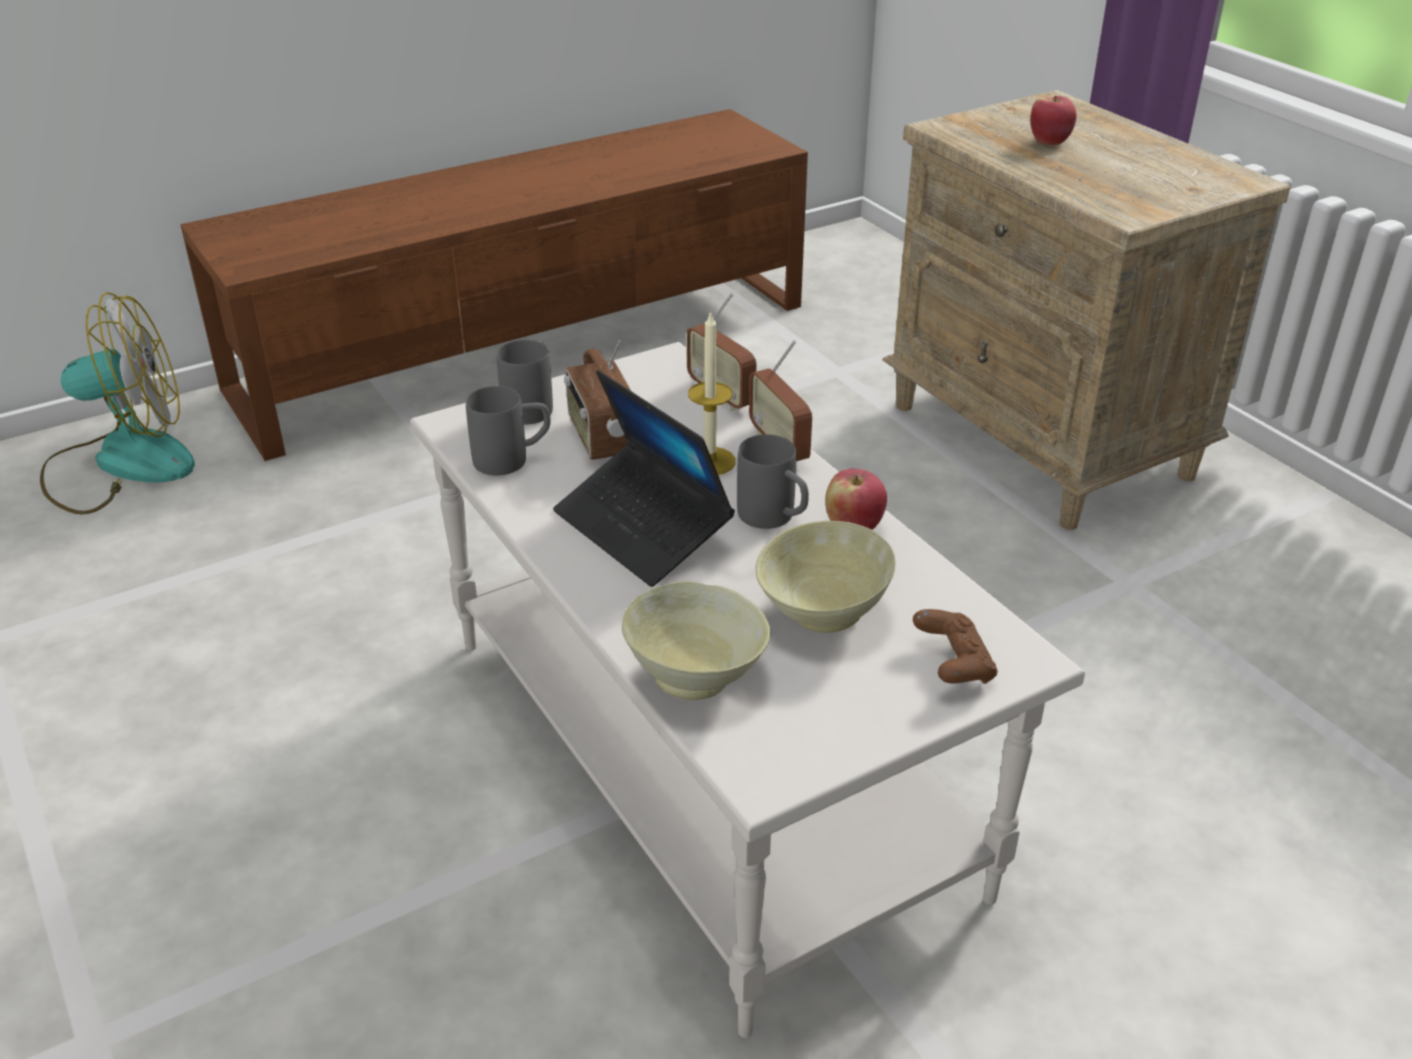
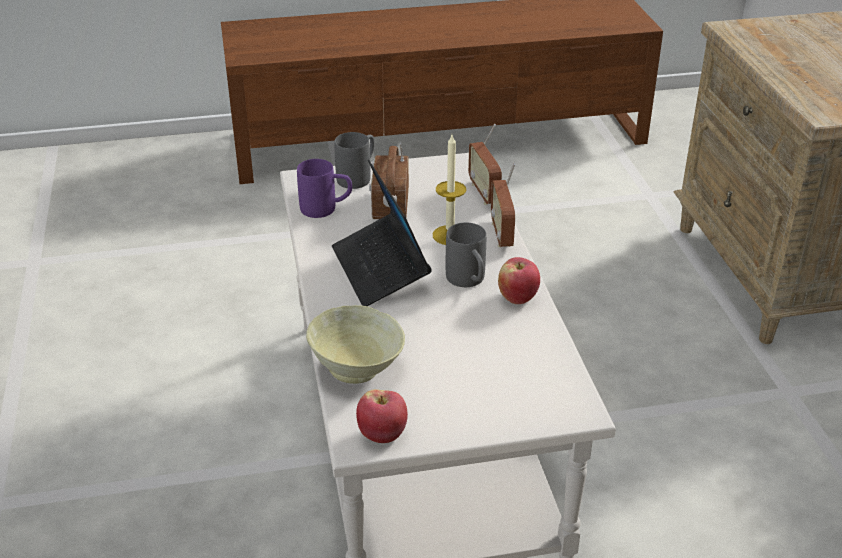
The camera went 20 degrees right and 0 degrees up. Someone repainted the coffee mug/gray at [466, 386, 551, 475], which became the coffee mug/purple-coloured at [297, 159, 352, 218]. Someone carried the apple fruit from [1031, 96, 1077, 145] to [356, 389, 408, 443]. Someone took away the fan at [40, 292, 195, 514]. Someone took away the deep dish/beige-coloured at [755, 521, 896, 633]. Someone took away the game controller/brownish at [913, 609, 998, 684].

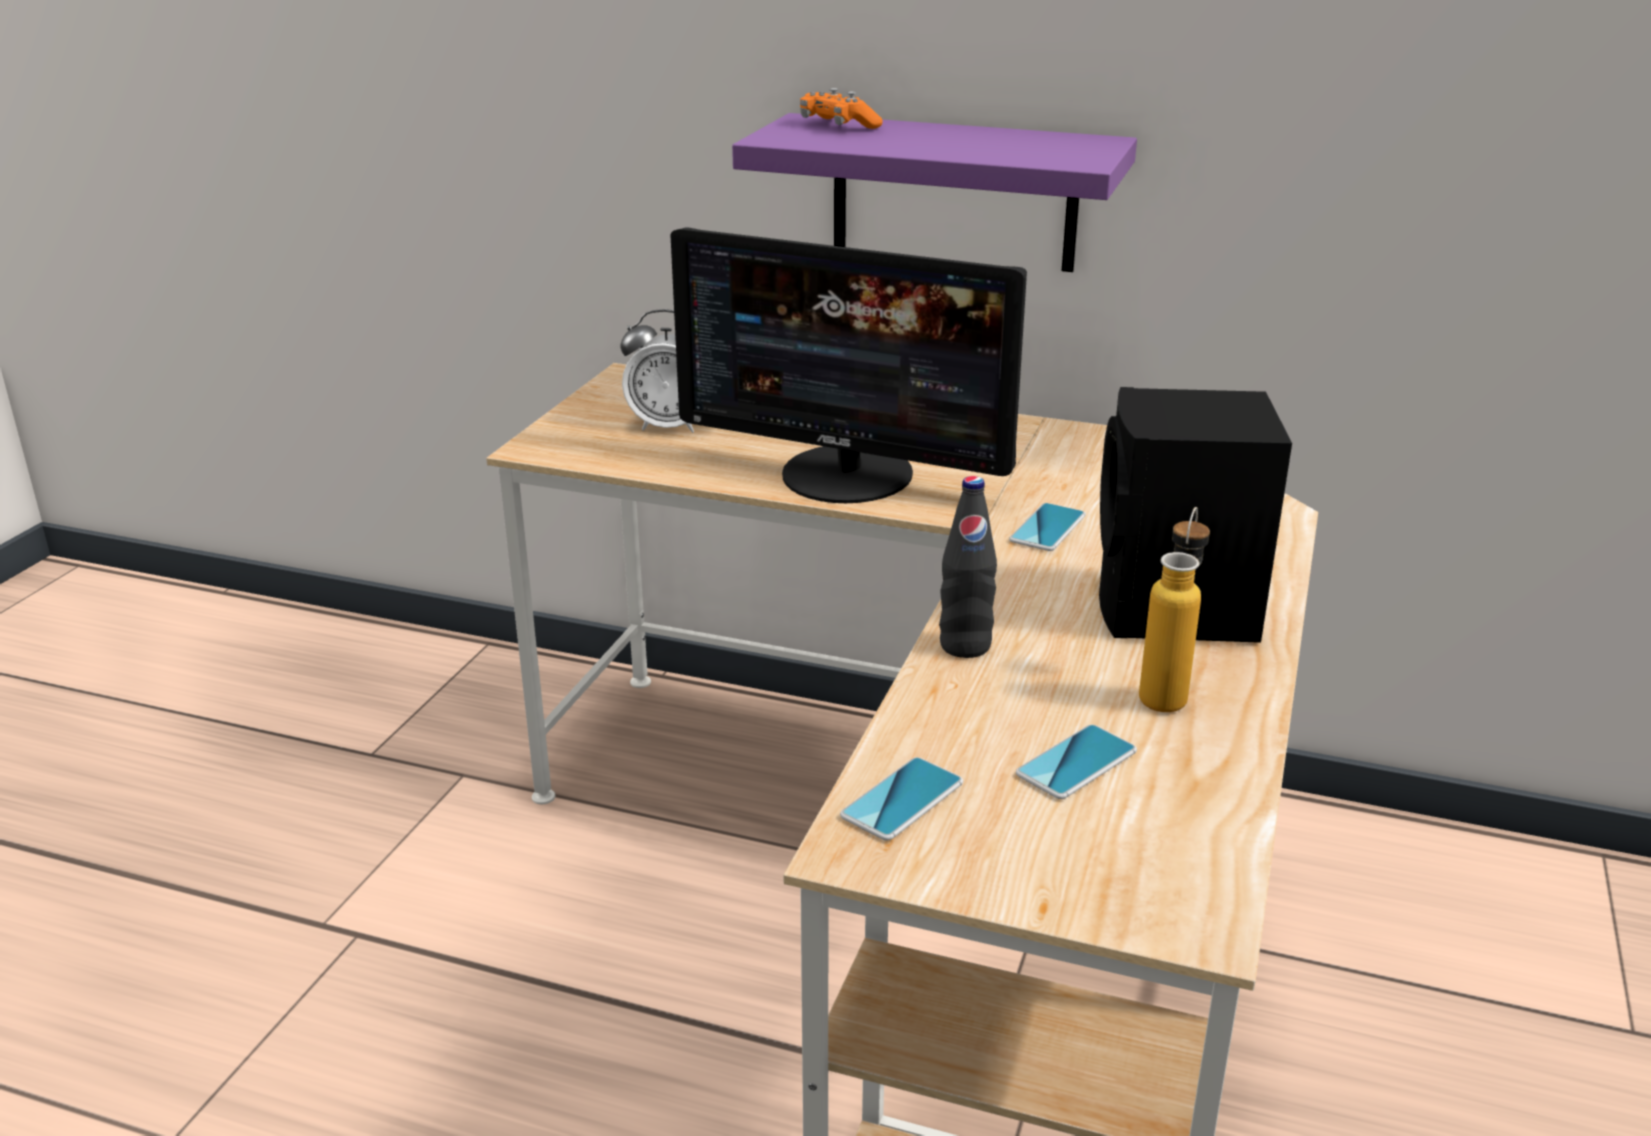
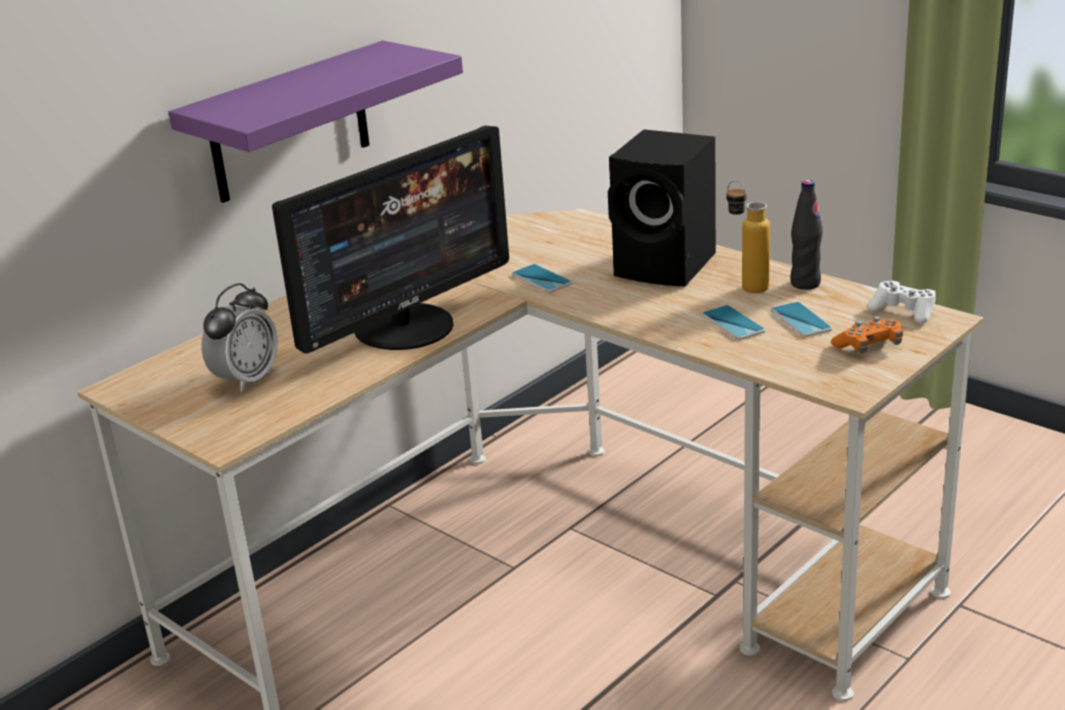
The camera went 65 degrees left and 0 degrees up. Someone carried the phone from [840, 757, 963, 840] to [702, 305, 766, 340]. Someone carried the beverage bottle/black from [939, 476, 997, 658] to [790, 180, 823, 290]. Someone carried the game controller/orangey from [800, 88, 883, 129] to [831, 316, 903, 354]. Someone put down the game controller/whitish at [867, 281, 936, 324].

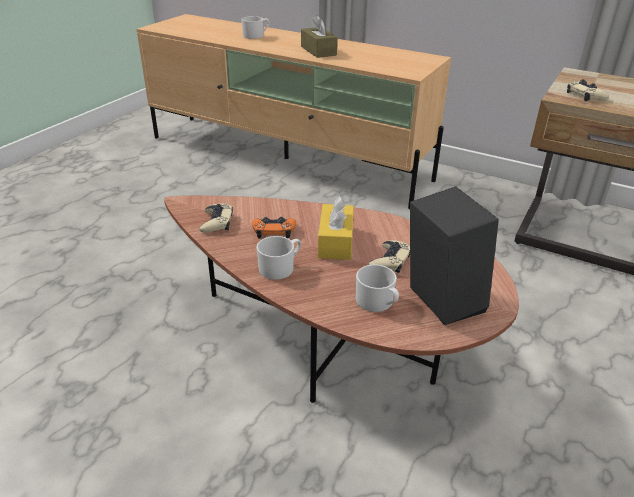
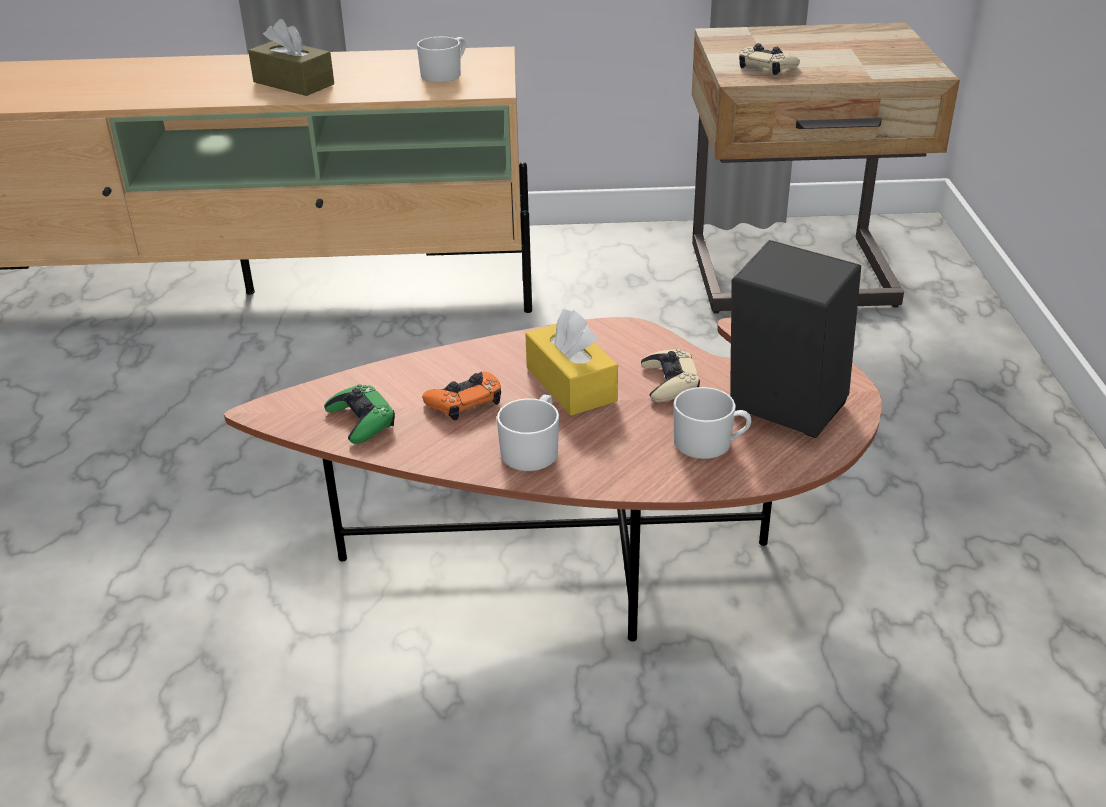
The camera went 30 degrees left and 0 degrees up. Someone repainted the game controller/beige-coloured at [199, 203, 233, 233], which became the game controller/greenish at [324, 384, 395, 444]. Someone carried the coffee mug/whitish from [241, 16, 270, 39] to [417, 37, 466, 82].

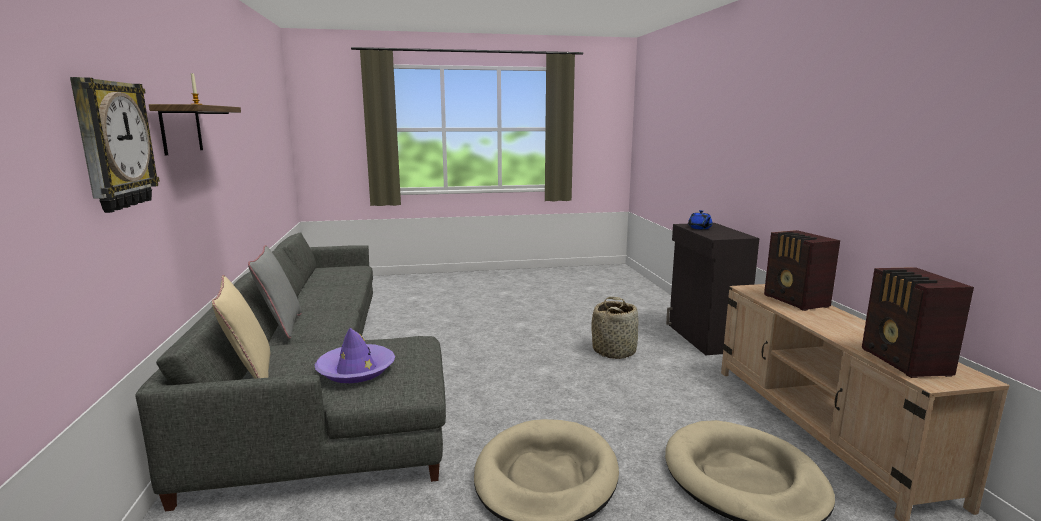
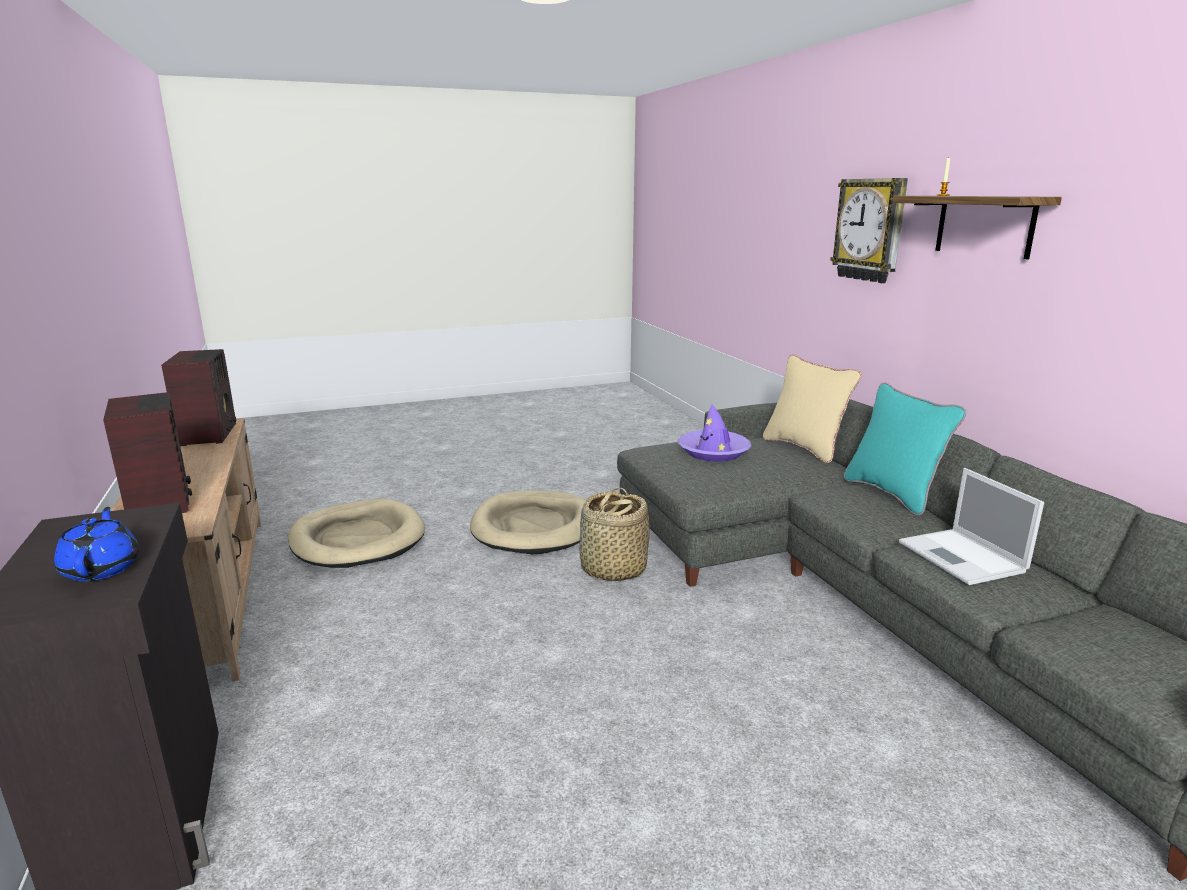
The camera went 170 degrees right and 5 degrees up. Someone carried the household basket from [592, 297, 639, 359] to [579, 488, 650, 581]. Someone repainted the throw pillow/gray at [248, 245, 302, 339], which became the throw pillow/turquoise-coloured at [844, 382, 966, 516]. Someone put down the laptop at [899, 468, 1044, 585].

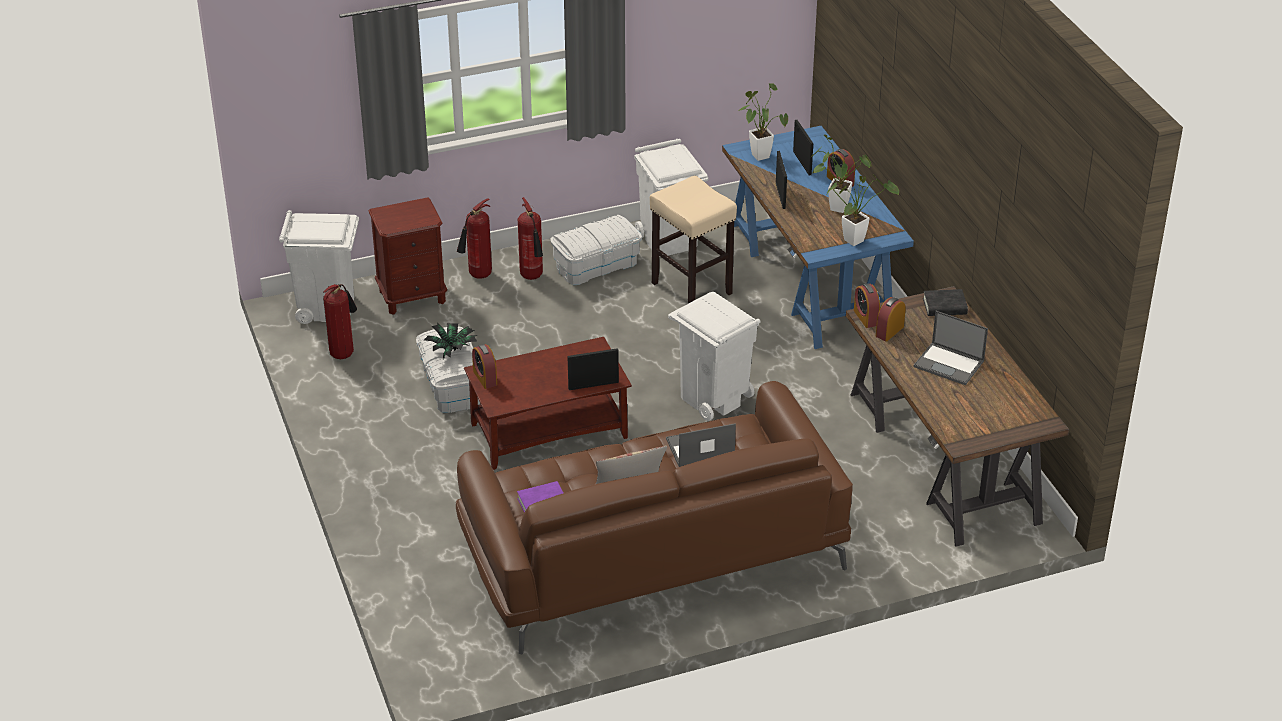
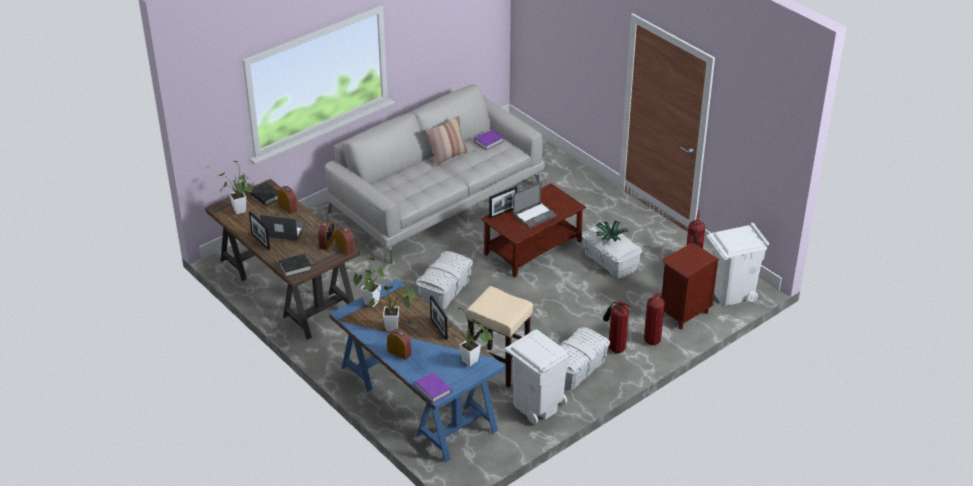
The camera went 160 degrees right and 0 degrees up. Someone put down the houseplant at [219, 161, 252, 214]. Someone carried the photo frame from [793, 120, 813, 176] to [249, 211, 270, 250]. Someone put down the book/black at [250, 182, 278, 206]. Someone carried the bedside clock from [472, 344, 497, 389] to [277, 186, 298, 214]. Someone repainted the sofa/brownish at [456, 381, 853, 654], which became the sofa/gray at [325, 84, 545, 264]. Someone put down the book/purple-coloured at [415, 372, 452, 403]. Someone swapped the waste bin/whitish at [668, 292, 761, 421] for the storage box/whitish at [416, 251, 473, 310]. Someone carried the laptop from [666, 423, 736, 467] to [513, 182, 557, 228].

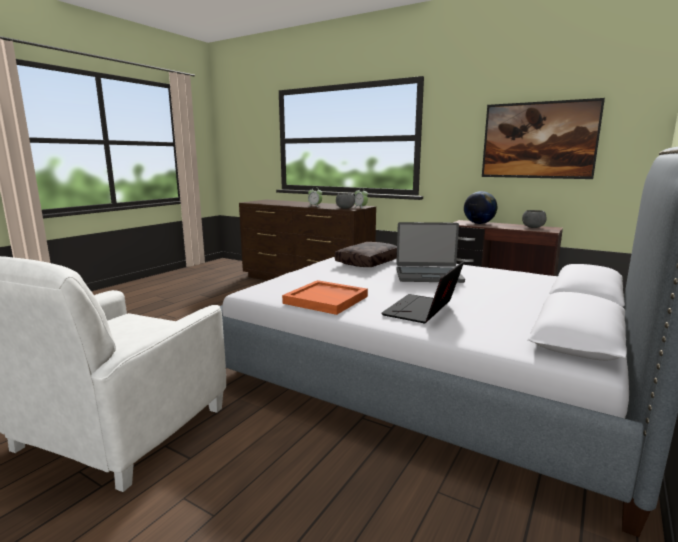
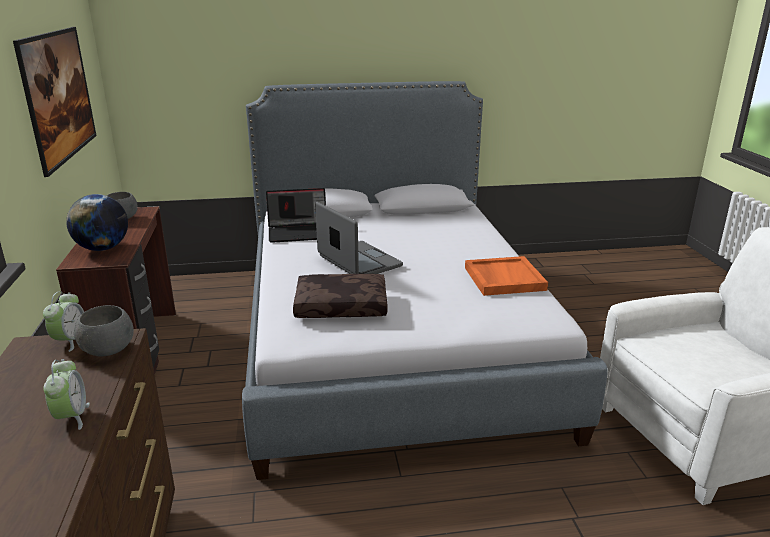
The camera went 130 degrees left and 10 degrees up. Someone carried the laptop from [381, 261, 464, 323] to [266, 188, 326, 243].

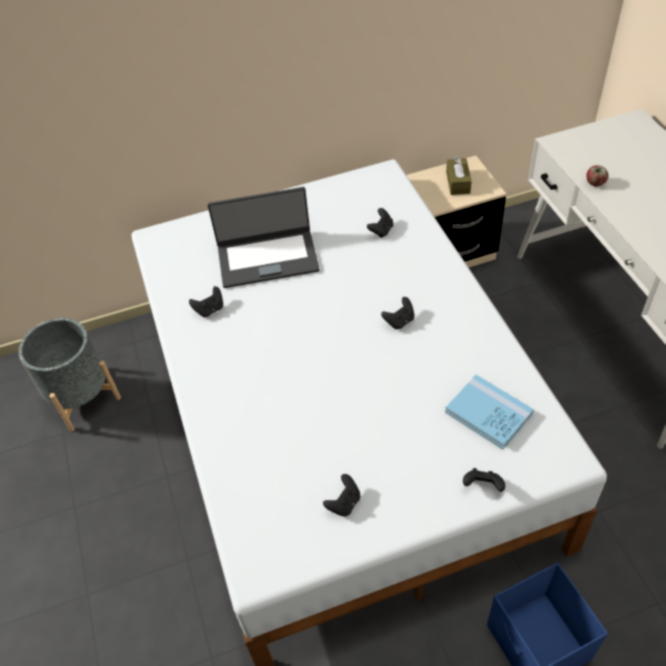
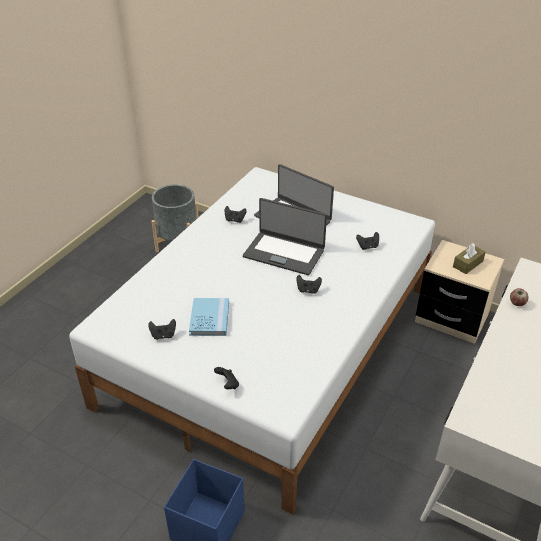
The camera went 45 degrees right and 10 degrees down. Someone carried the book/bluish from [445, 375, 534, 450] to [189, 298, 229, 336]. Someone put down the laptop at [243, 198, 327, 275].

